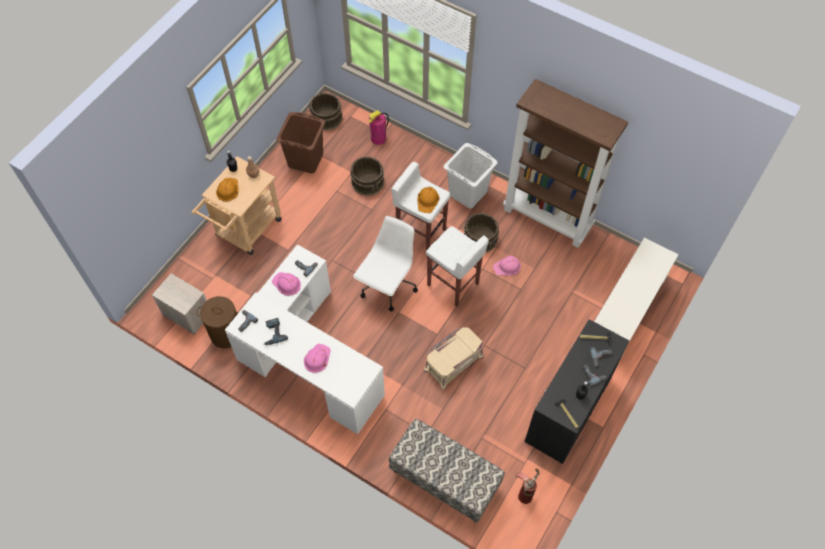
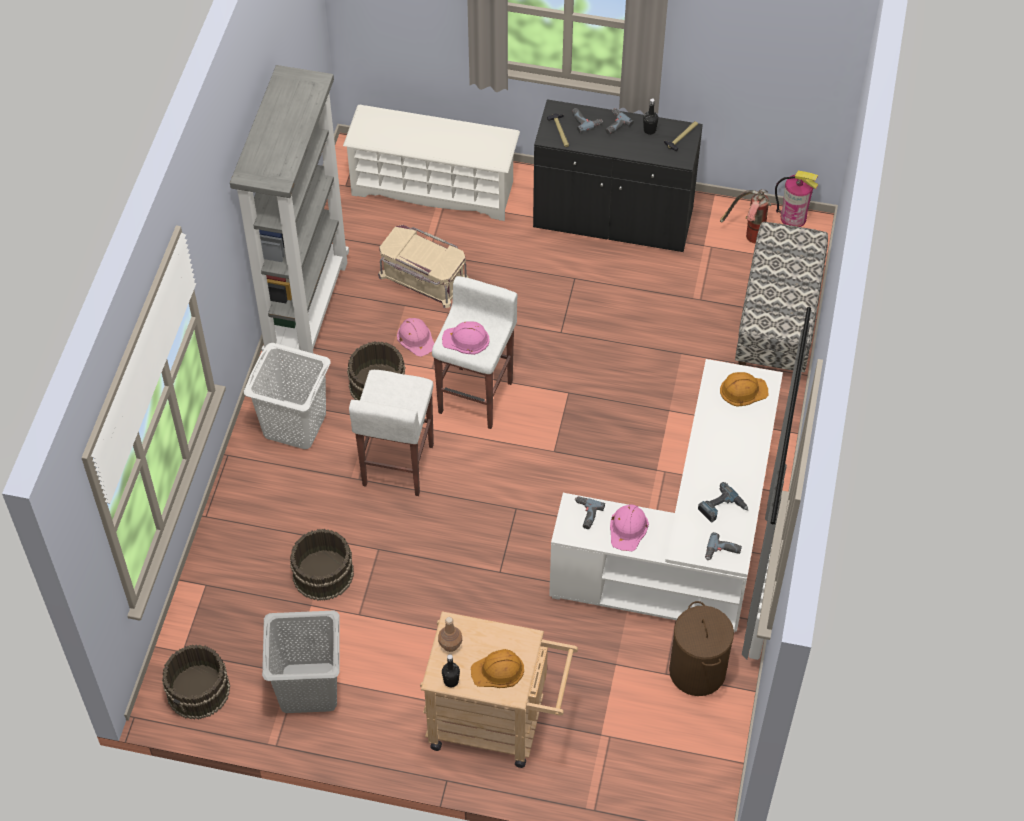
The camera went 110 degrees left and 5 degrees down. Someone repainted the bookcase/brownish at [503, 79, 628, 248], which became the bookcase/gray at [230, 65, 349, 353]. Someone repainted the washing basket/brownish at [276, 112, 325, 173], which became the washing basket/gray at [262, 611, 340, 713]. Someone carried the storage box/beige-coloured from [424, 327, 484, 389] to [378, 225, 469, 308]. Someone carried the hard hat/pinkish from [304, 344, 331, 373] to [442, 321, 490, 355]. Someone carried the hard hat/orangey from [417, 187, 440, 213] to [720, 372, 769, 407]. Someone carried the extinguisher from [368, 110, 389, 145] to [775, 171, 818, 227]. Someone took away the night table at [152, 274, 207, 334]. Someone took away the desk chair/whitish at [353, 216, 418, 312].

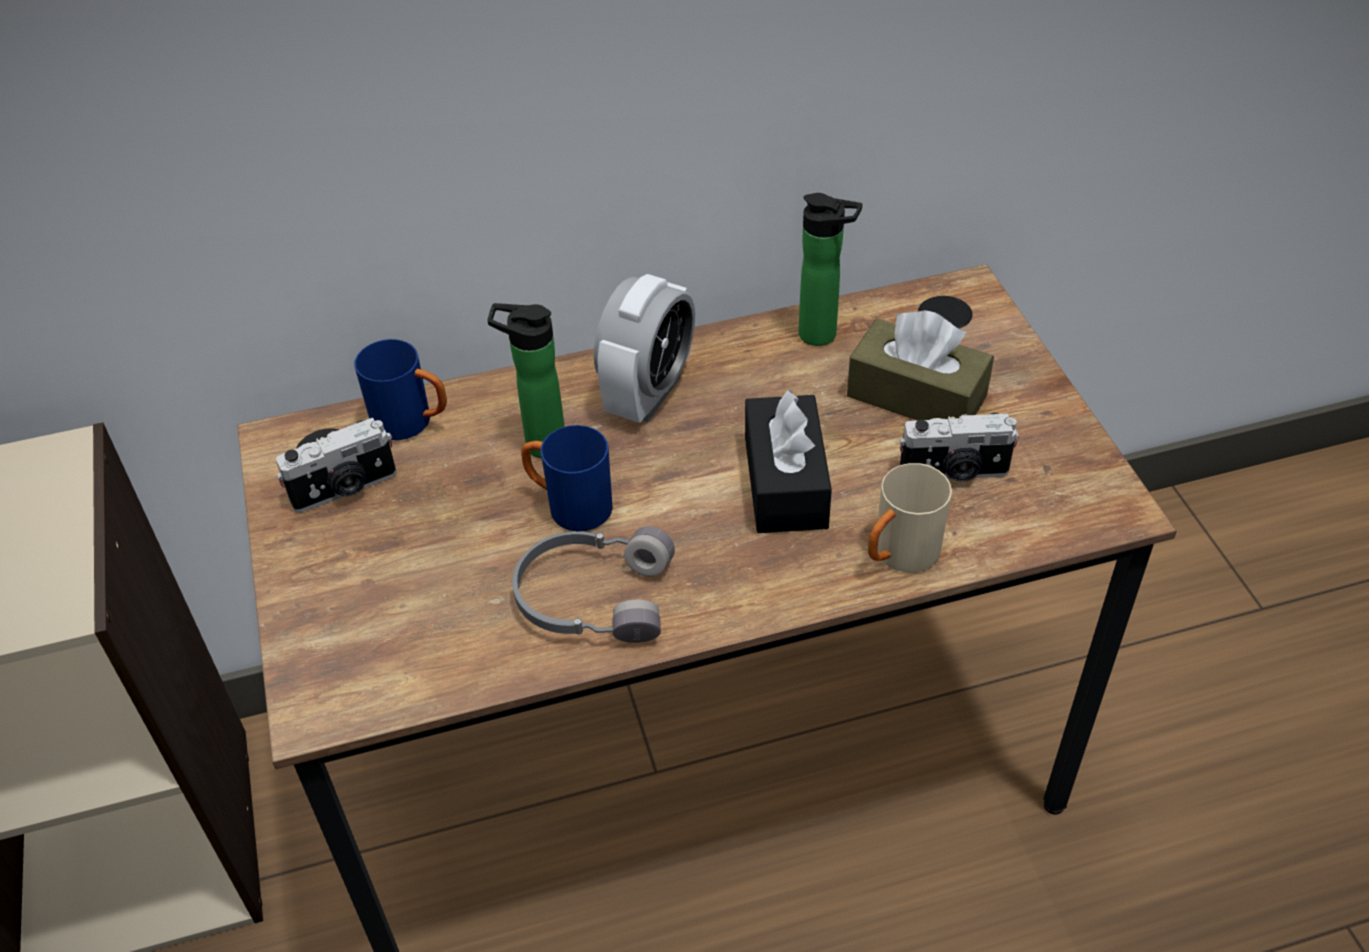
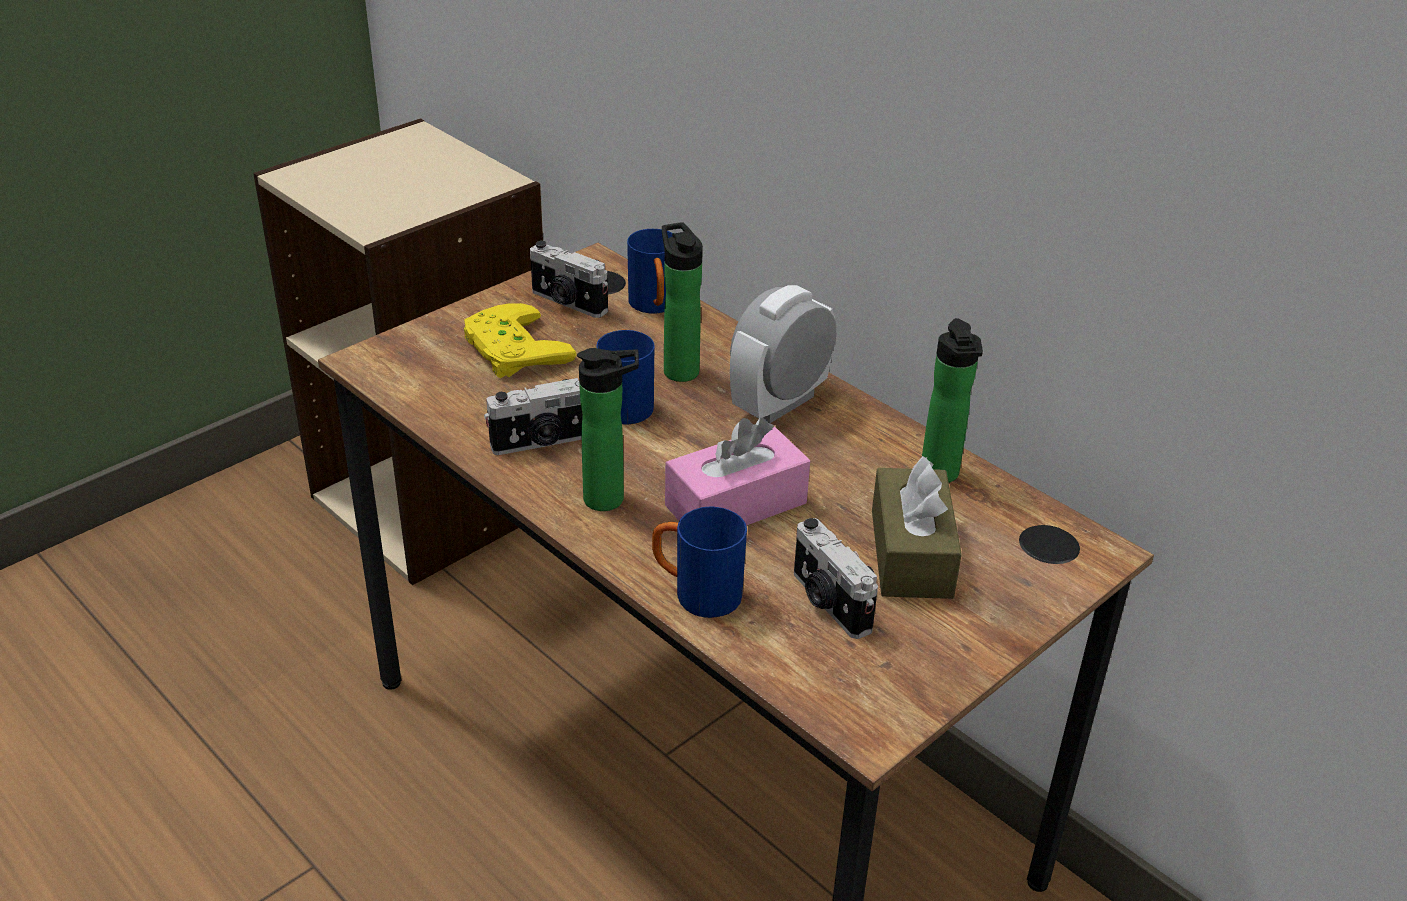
The camera went 60 degrees right and 10 degrees down. Someone put down the game controller/yellow-coloured at [464, 303, 576, 378]. Someone swapped the pair of headphones/gray at [512, 526, 675, 643] for the still camera at [484, 378, 582, 455]. Someone put down the beverage bottle at [577, 348, 639, 511]. Someone repainted the coffee mug/beige-coloured at [868, 463, 952, 573], which became the coffee mug/bluish at [652, 507, 747, 618]. Someone repainted the box of tissues/black at [745, 389, 832, 533], which became the box of tissues/pinkish at [665, 418, 810, 526]. Someone rotated the bedside clock at [594, 274, 695, 423] by 135 degrees clockwise.

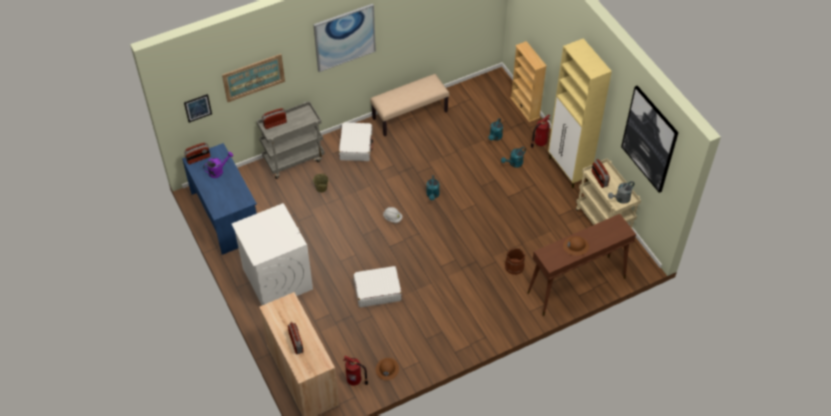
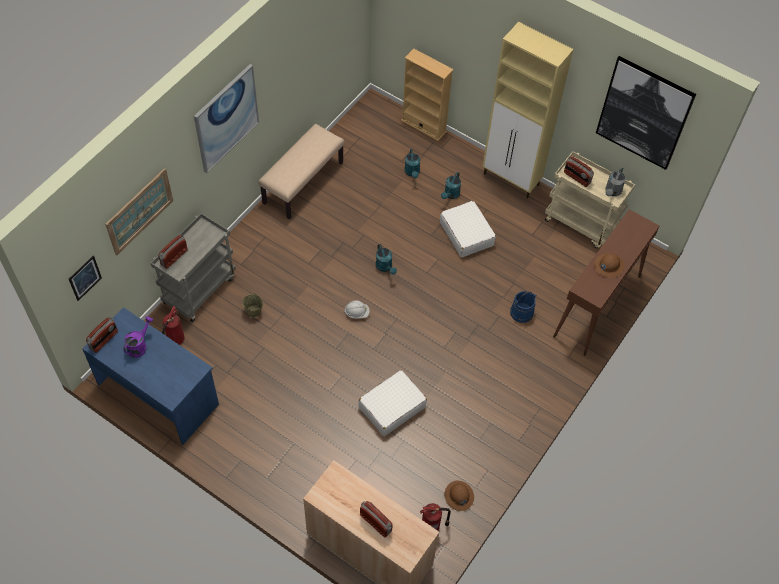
The camera went 30 degrees left and 5 degrees up. Someone carried the extinguisher from [531, 114, 551, 148] to [162, 306, 185, 345]. Someone carried the suitcase/whitish from [339, 122, 373, 161] to [440, 201, 496, 258]. Someone repainted the pail/brownish at [505, 248, 526, 275], which became the pail/bluish at [510, 291, 537, 323]. Someone took away the washing machine/whitish at [232, 203, 313, 305].

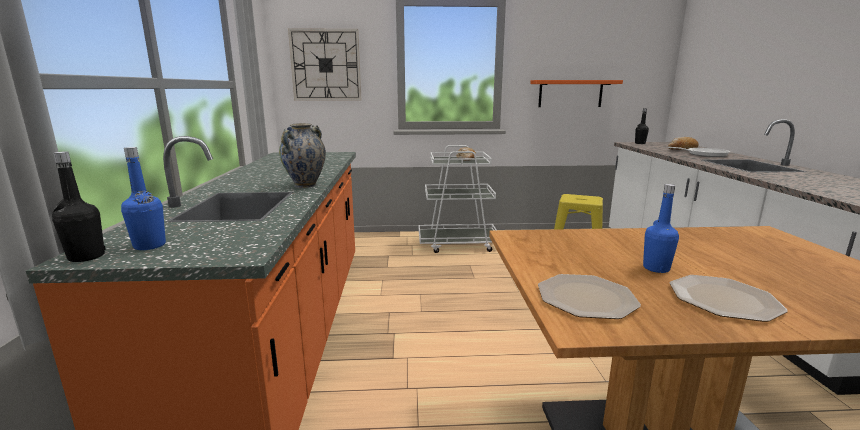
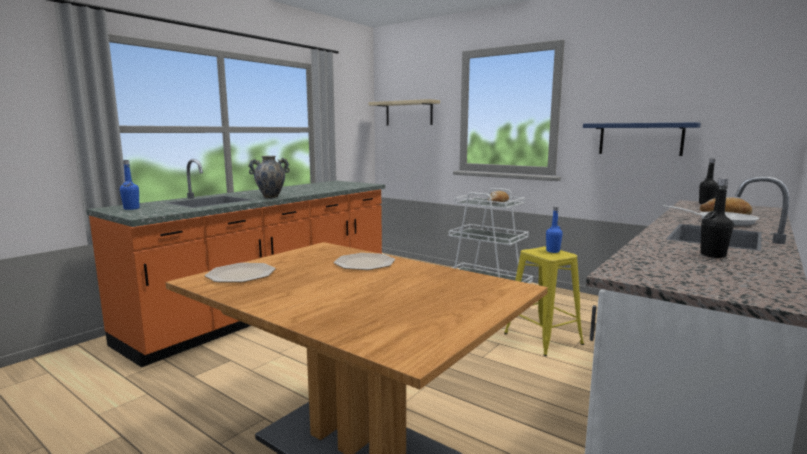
The camera went 40 degrees right and 5 degrees down. Someone carried the plate from [669, 275, 788, 322] to [333, 253, 395, 270]. Someone swapped the hanging clock at [288, 28, 362, 101] for the bracket shelf/beige-coloured at [369, 99, 440, 125]. Someone carried the beverage bottle/bluish from [643, 184, 679, 273] to [546, 206, 563, 253]. Someone repainted the bracket shelf/orangey at [530, 80, 623, 107], which became the bracket shelf/bluish at [583, 122, 701, 156]. Someone carried the beverage bottle/black from [52, 151, 106, 262] to [700, 178, 734, 258].

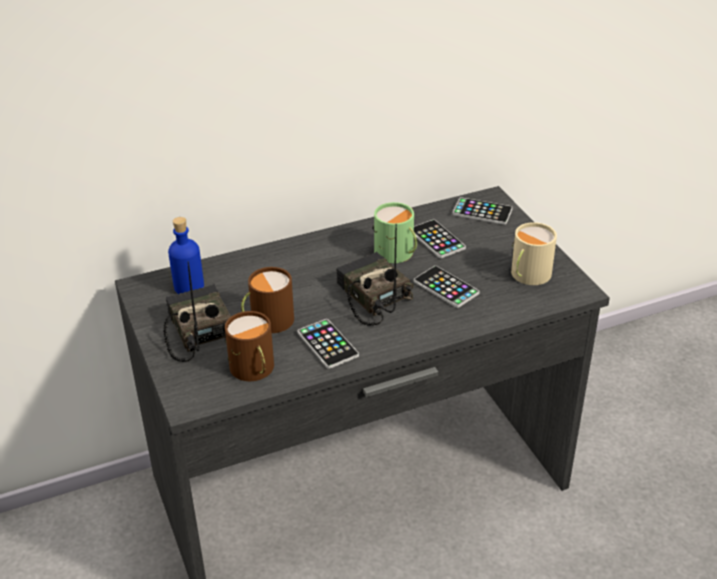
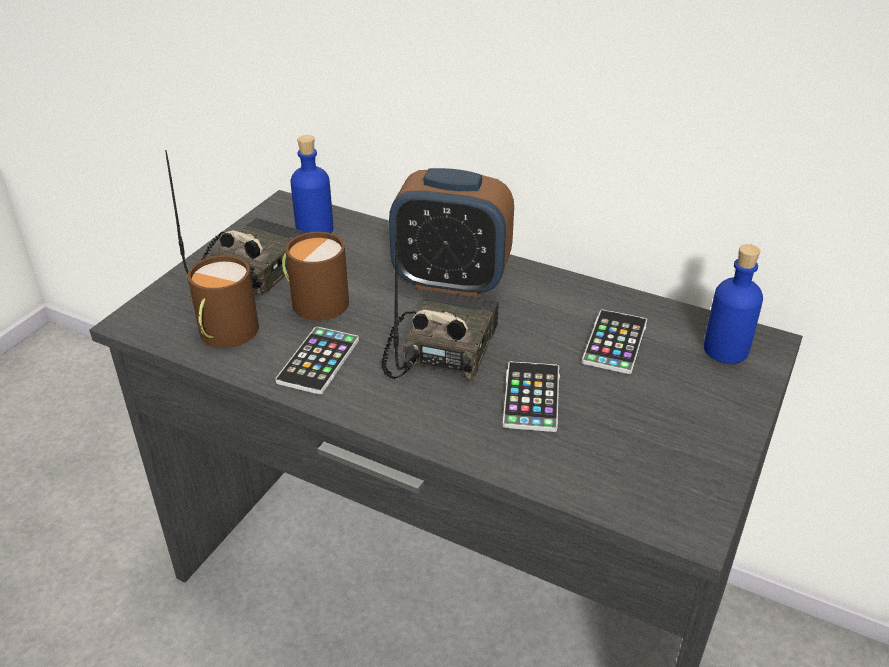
The camera went 50 degrees right and 0 degrees up. Someone put down the bedside clock at [389, 168, 514, 297]. Someone swapped the phone at [452, 197, 513, 225] for the beverage bottle/bluish at [704, 244, 763, 364]. Someone took away the coffee mug/greenish at [373, 202, 417, 263]. Someone took away the coffee mug/beige-coloured at [511, 222, 557, 285].

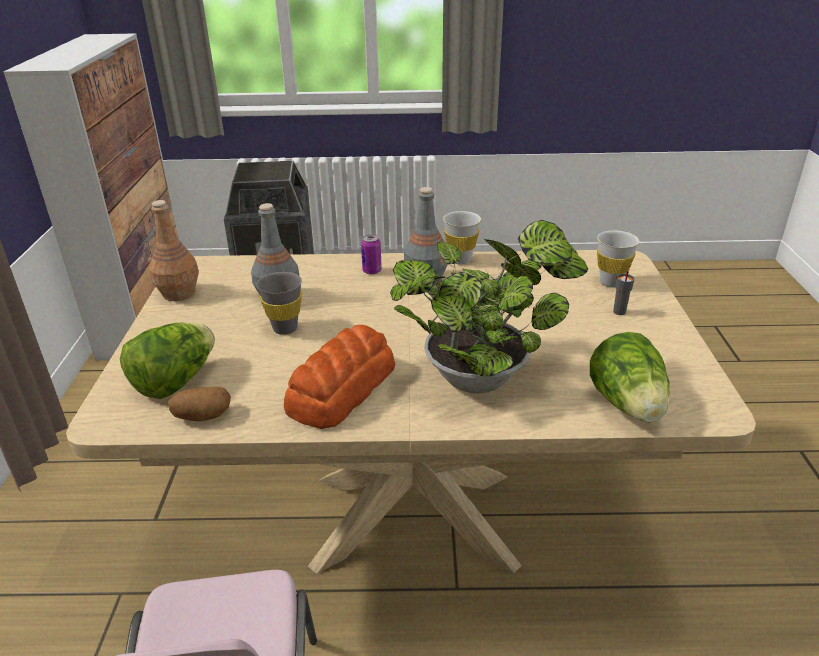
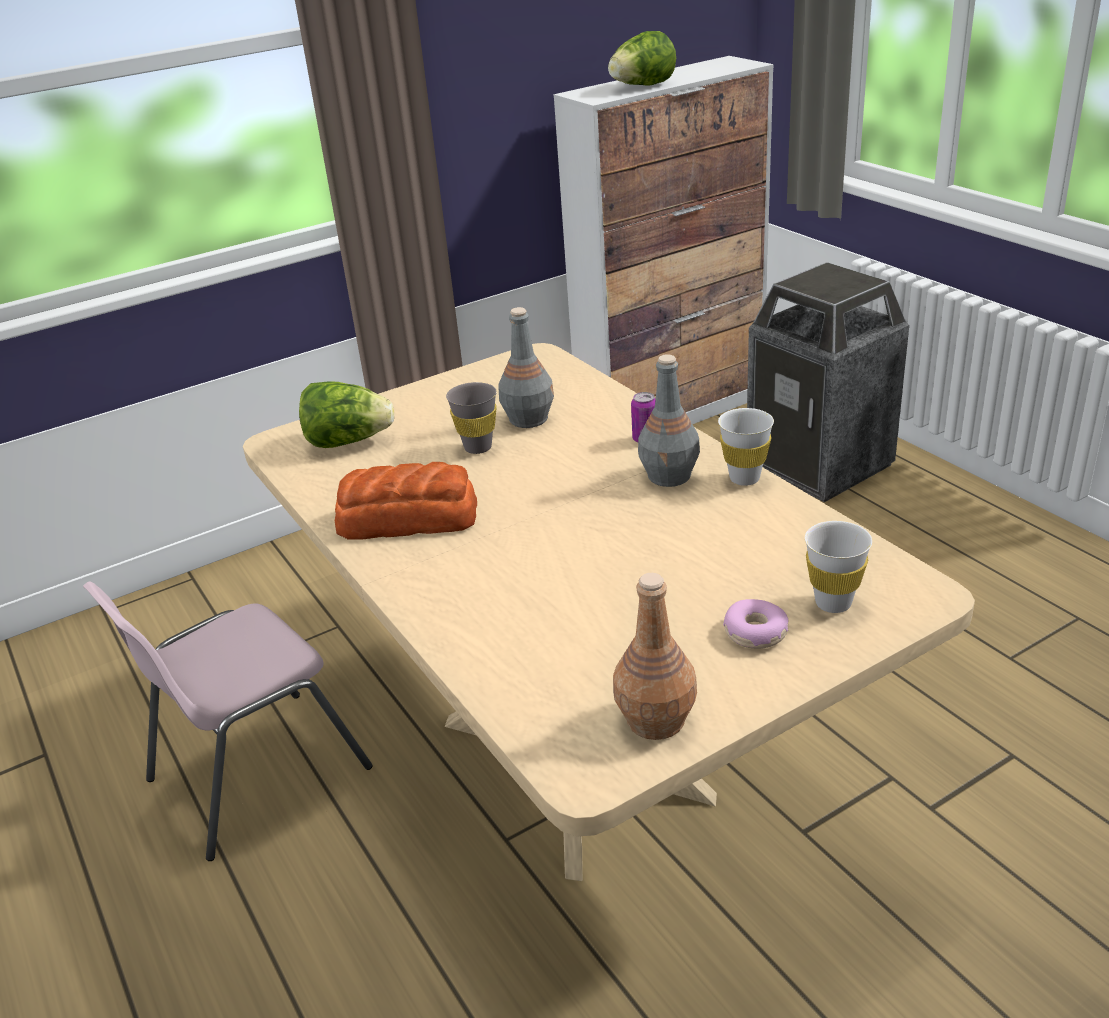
The camera went 60 degrees right and 0 degrees up. Someone carried the head of lettuce from [590, 332, 670, 422] to [608, 31, 676, 86]. Someone carried the beverage bottle/brownish from [149, 200, 199, 301] to [613, 573, 697, 740]. Someone swapped the cup/gray at [613, 271, 634, 315] for the ring doughnut at [723, 599, 789, 649]. Someone took away the whole potato at [168, 387, 231, 422]. Someone took away the houseplant at [390, 220, 588, 394].

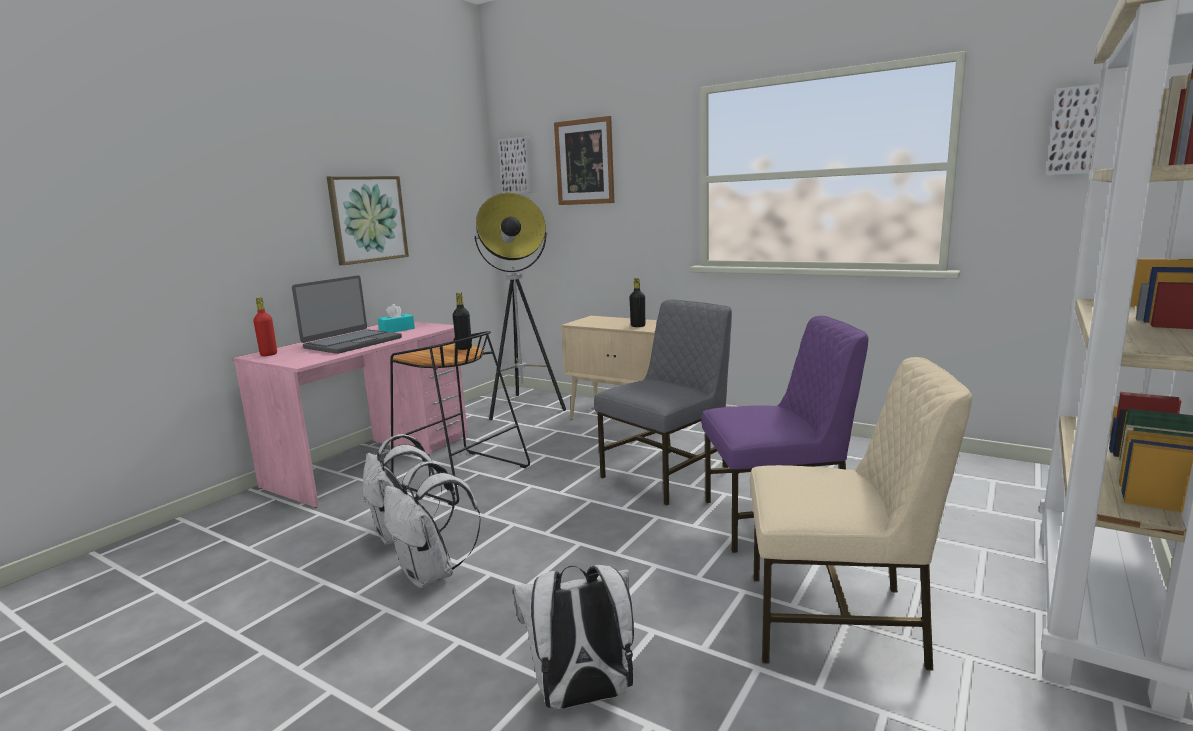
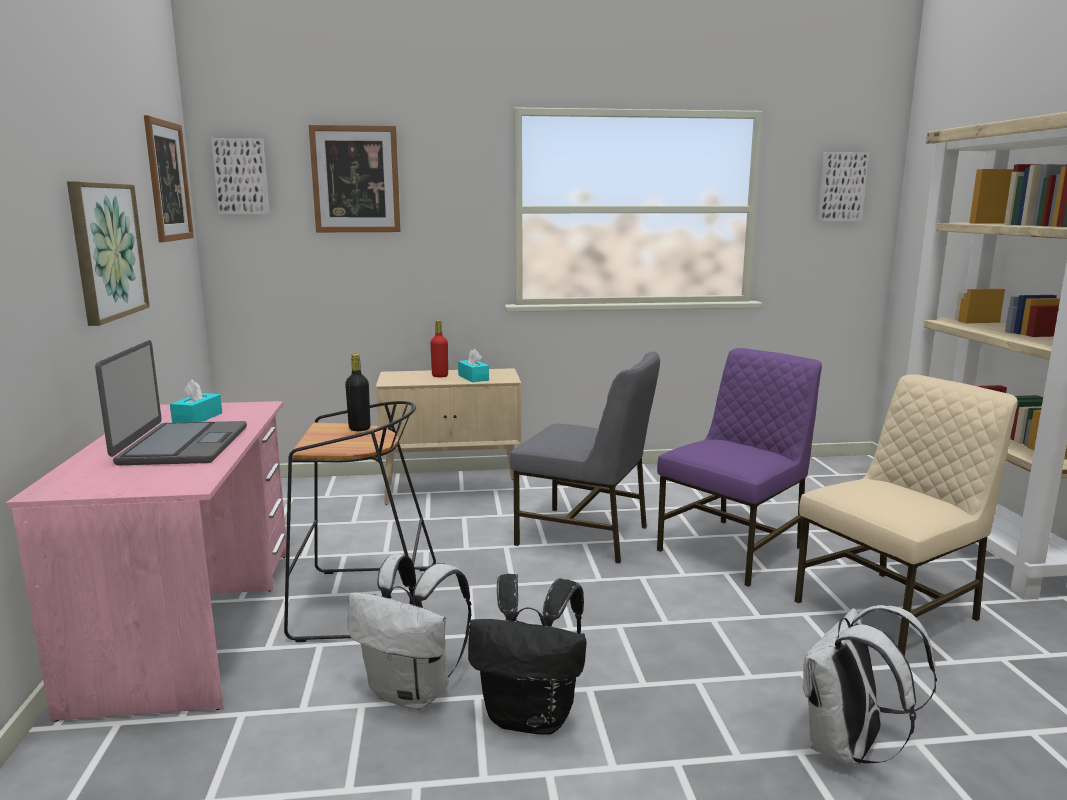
The camera went 40 degrees left and 0 degrees up. Someone put up the wall art at [144, 115, 194, 242]. Someone carried the beverage bottle/reddish from [253, 297, 277, 356] to [430, 320, 448, 377]. Someone swapped the beverage bottle/black at [629, 278, 645, 327] for the box of tissues/turquoise-coloured at [458, 349, 489, 382]. Someone repainted the knapsack/whitish at [384, 462, 481, 588], which became the knapsack/black at [468, 574, 586, 735]. Someone rotated the upright chair/gray at [594, 300, 732, 506] by 105 degrees clockwise. Someone took away the standing lamp at [474, 193, 566, 420].

